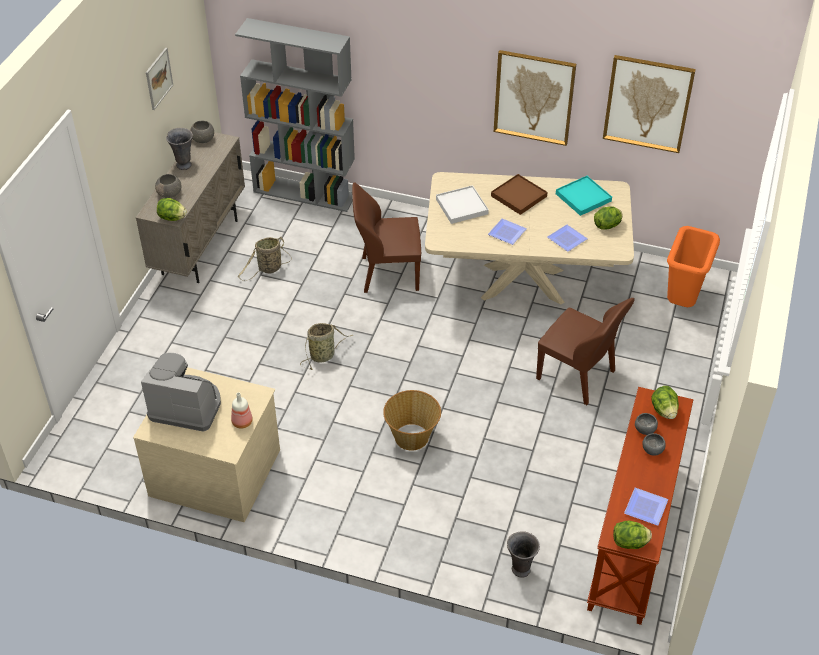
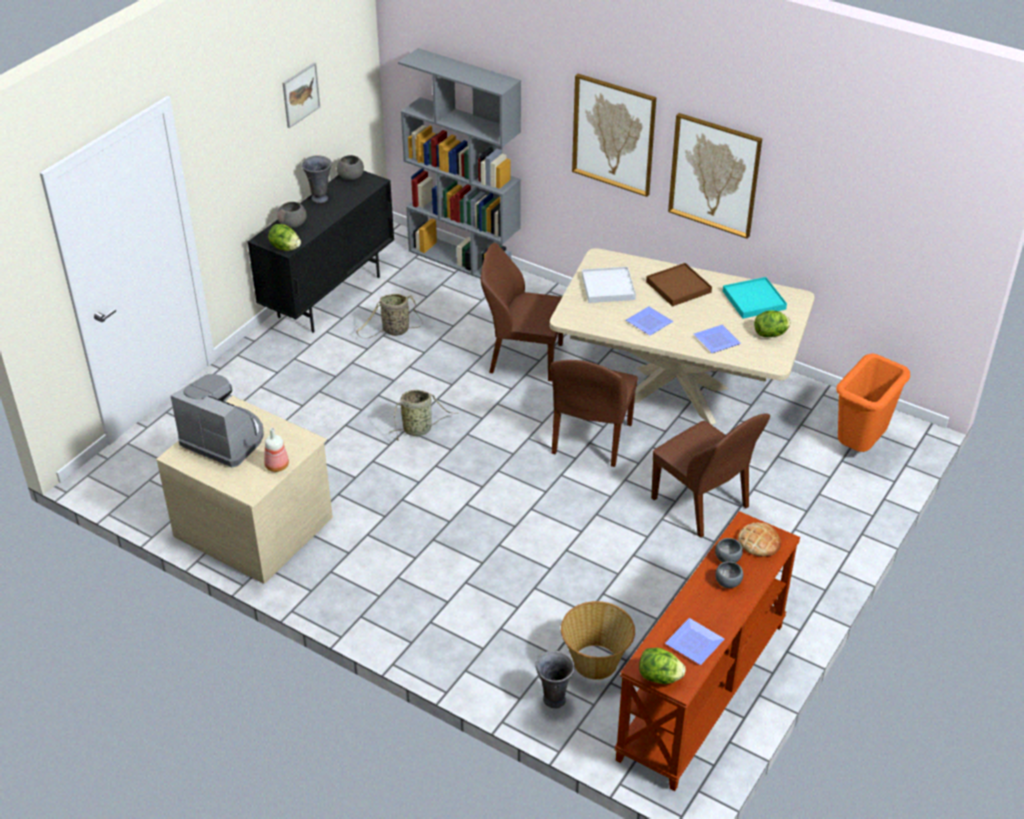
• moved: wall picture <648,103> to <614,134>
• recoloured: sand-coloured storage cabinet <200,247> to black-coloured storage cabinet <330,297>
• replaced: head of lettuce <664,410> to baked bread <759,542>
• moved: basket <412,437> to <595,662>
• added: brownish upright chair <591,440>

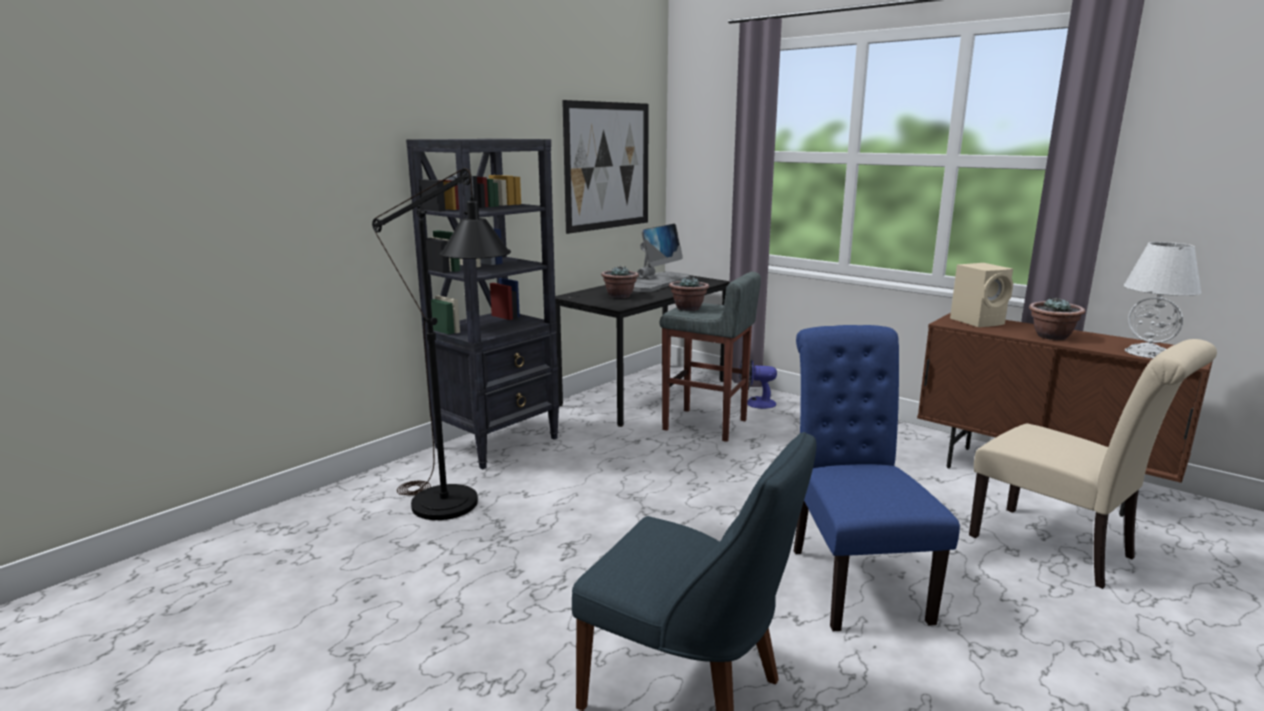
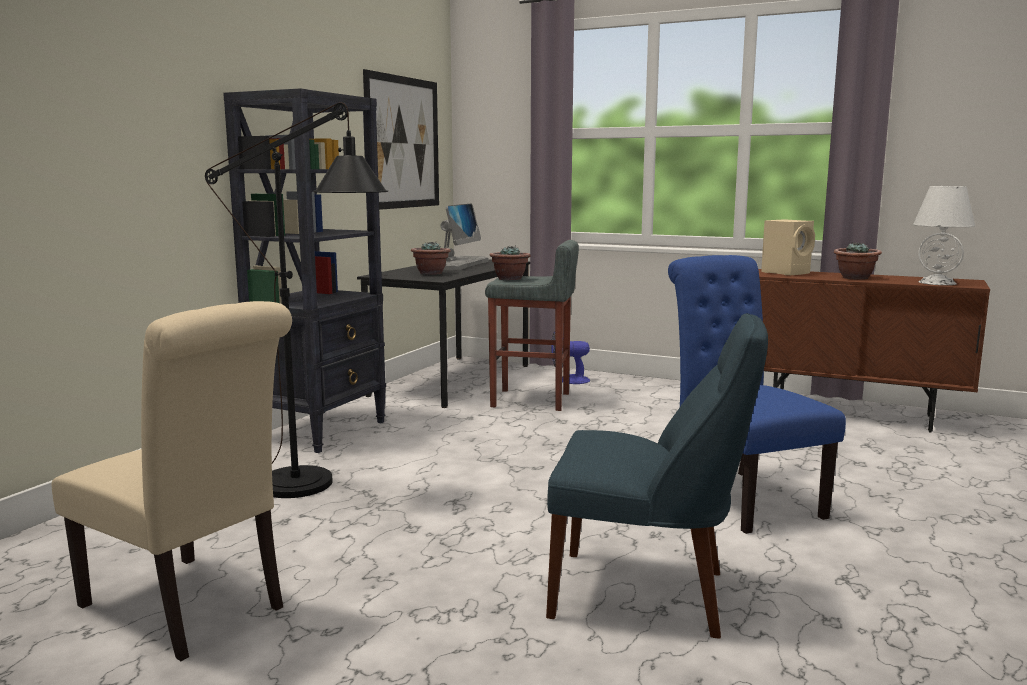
• moved: sand-coloured upright chair <1061,549> to <190,609>

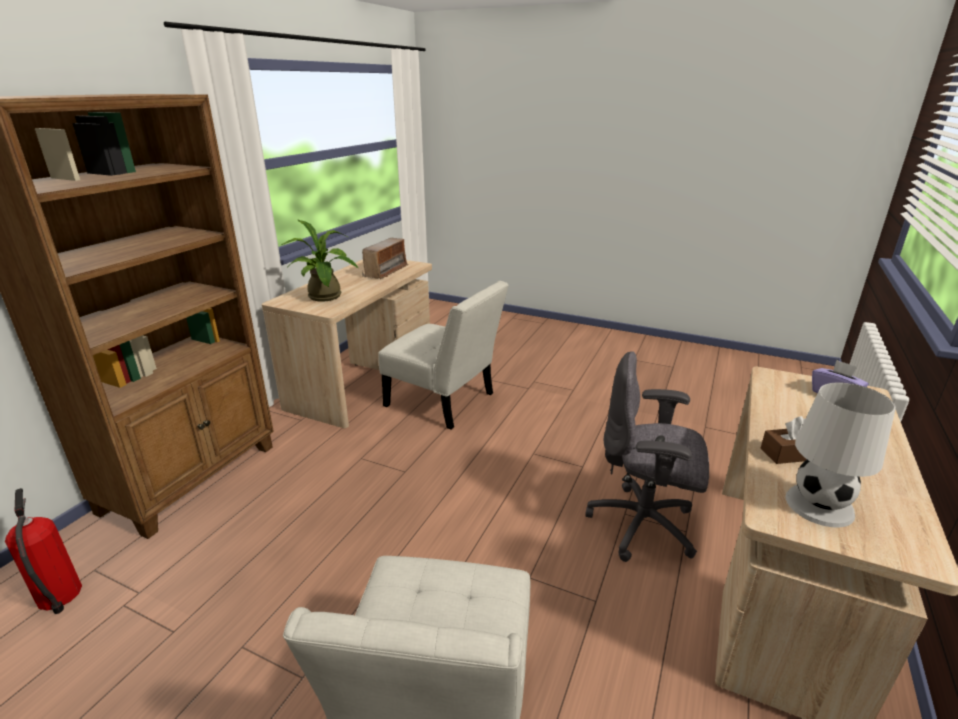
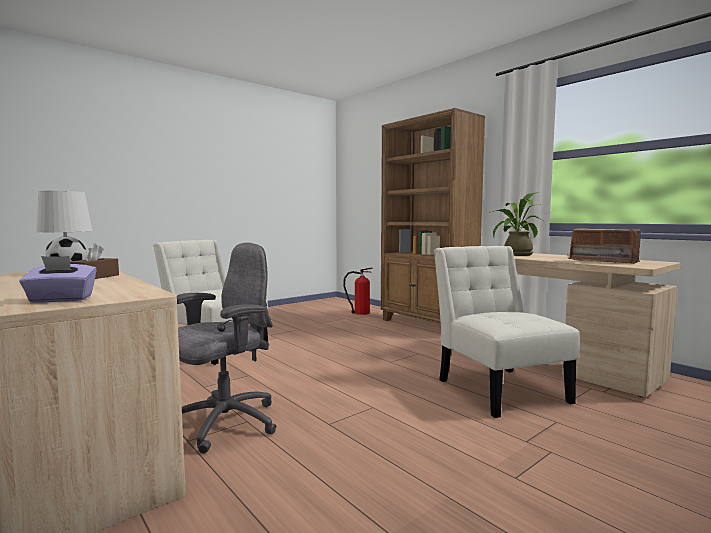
• turned: white-coloured upright chair <444,402> = <498,388> 105 degrees clockwise

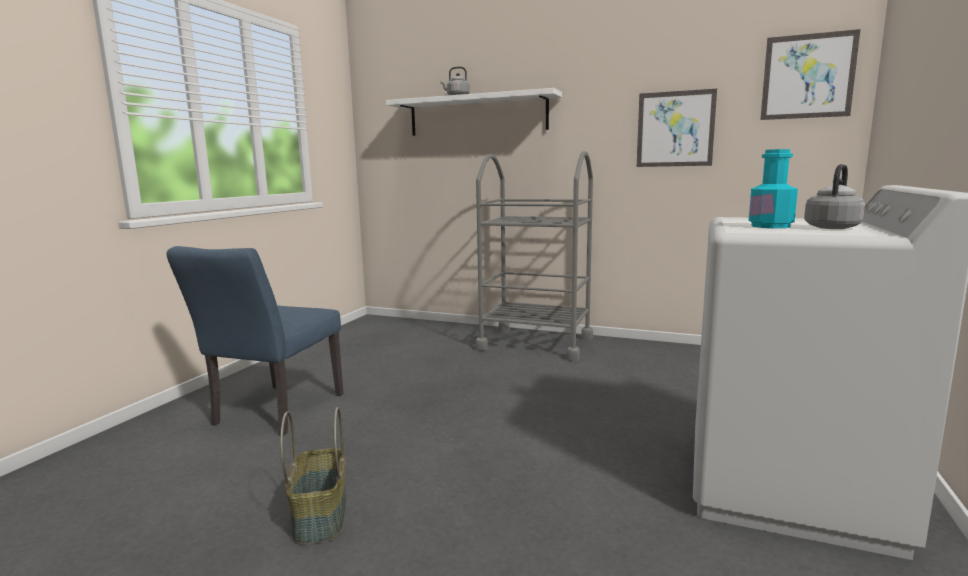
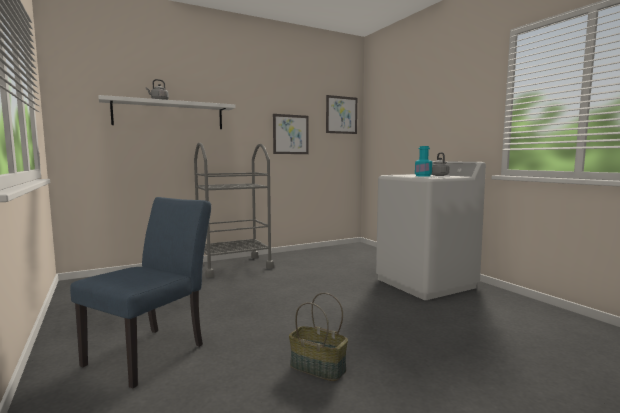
• turned: blue-coloured upright chair <273,413> = <153,351> 120 degrees counterclockwise

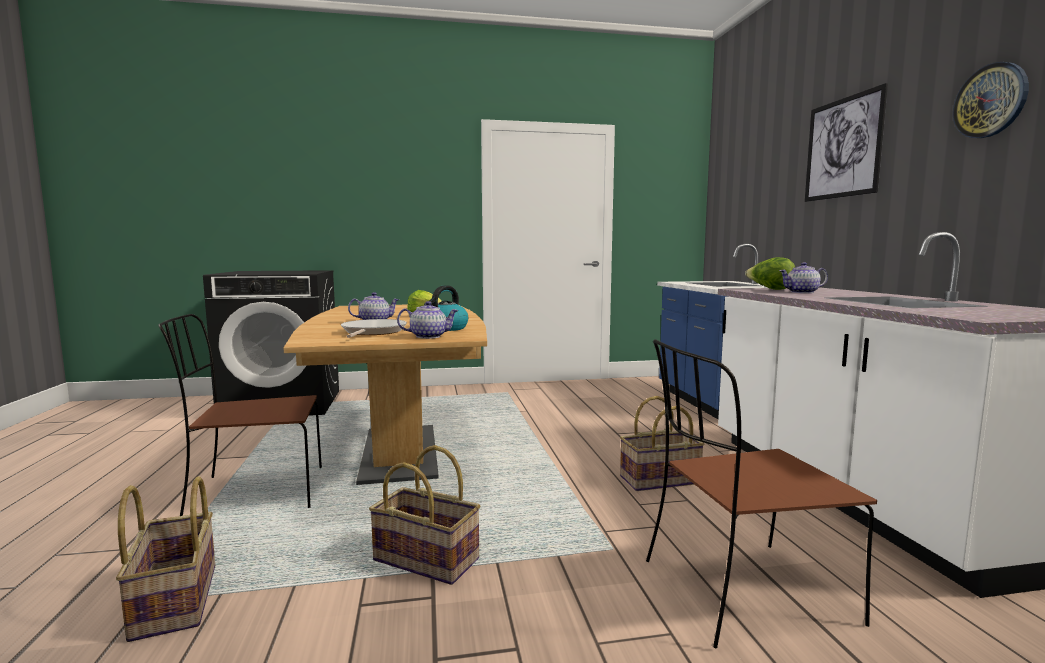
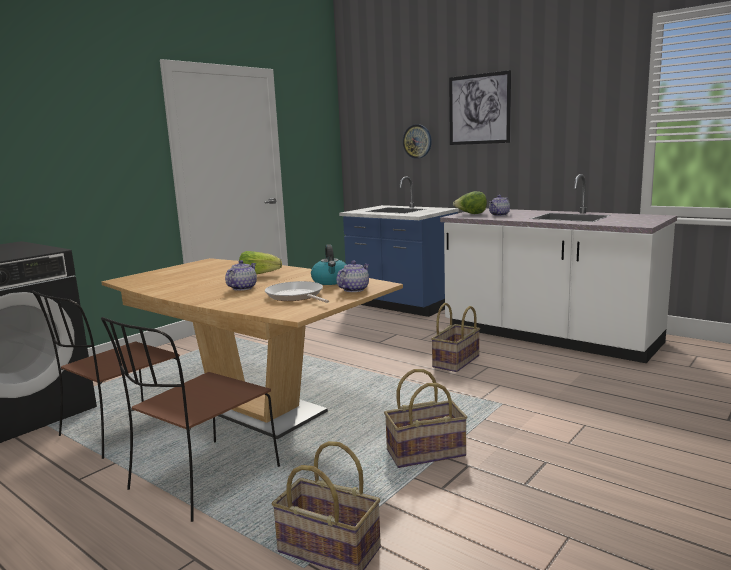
• moved: hanging clock <990,101> to <417,141>
• moved: brownish upright chair <742,592> to <122,430>

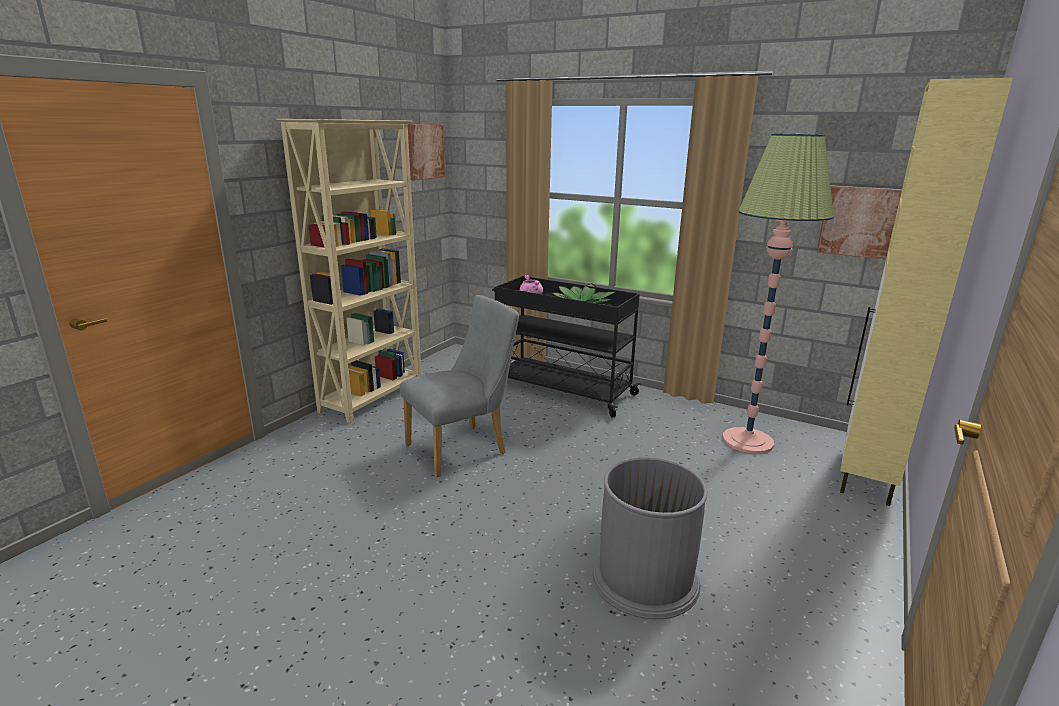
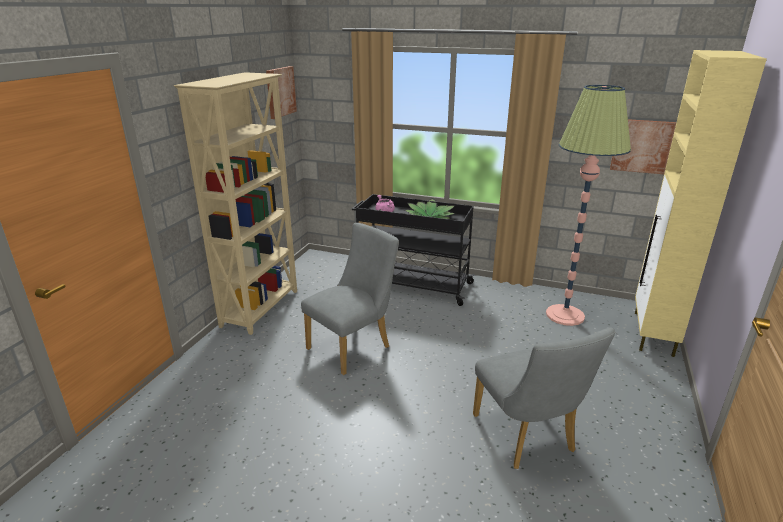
• replaced: gray rubbish bin <645,578> to gray upright chair <527,438>

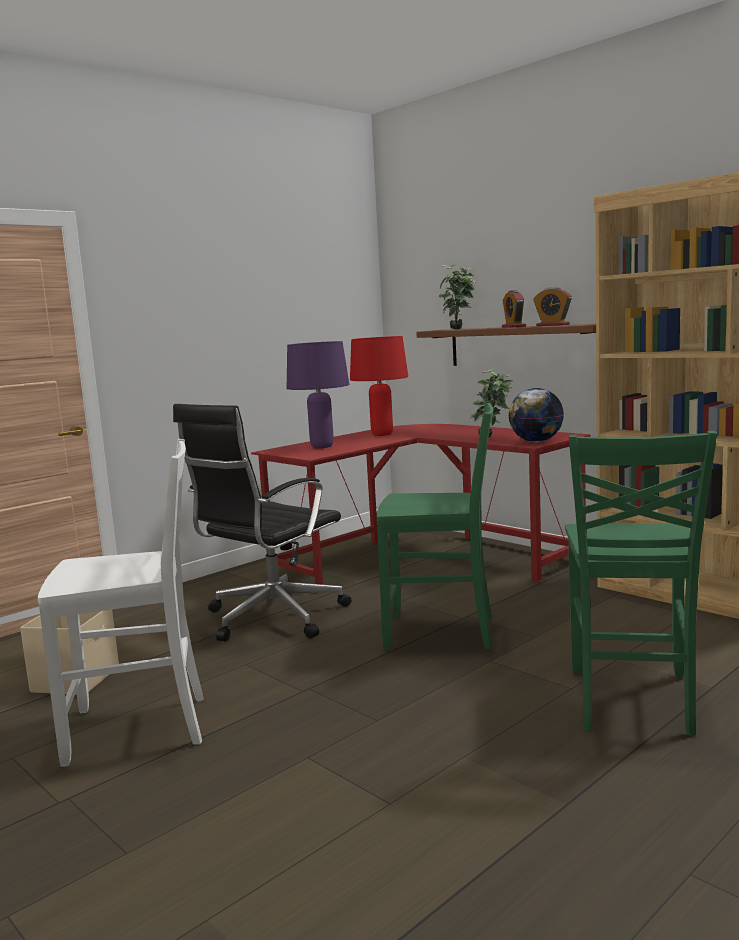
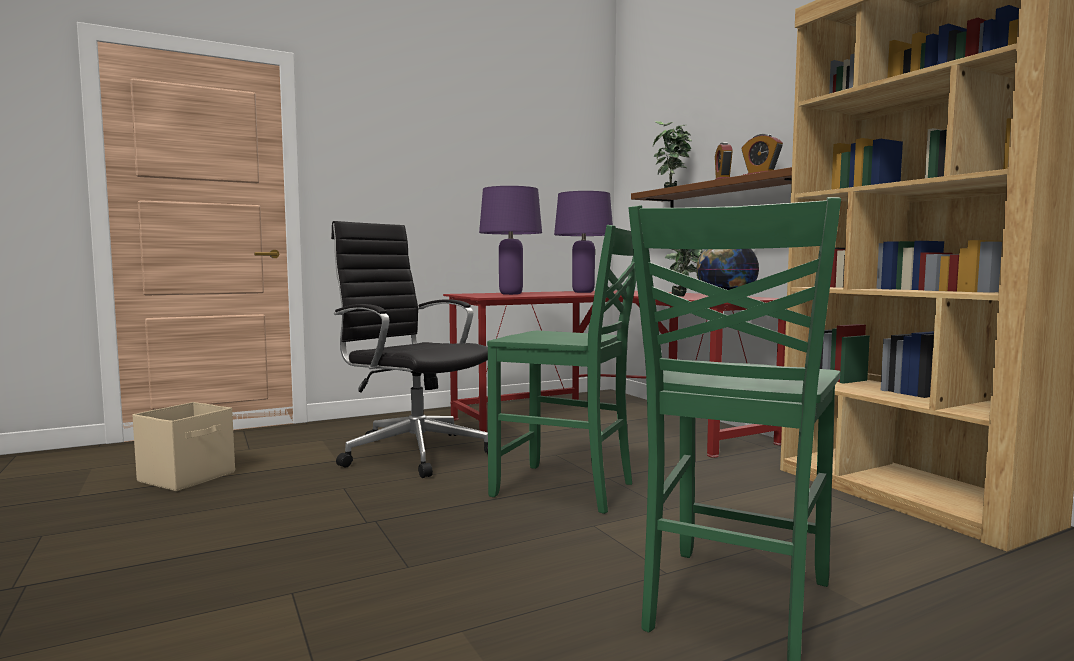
• recoloured: red-coloured lamp for a table <382,434> to purple lamp for a table <583,292>
• turned: black-coloured office chair <271,618> = <414,452> 75 degrees clockwise
• removed: white-coloured upright chair <141,728>

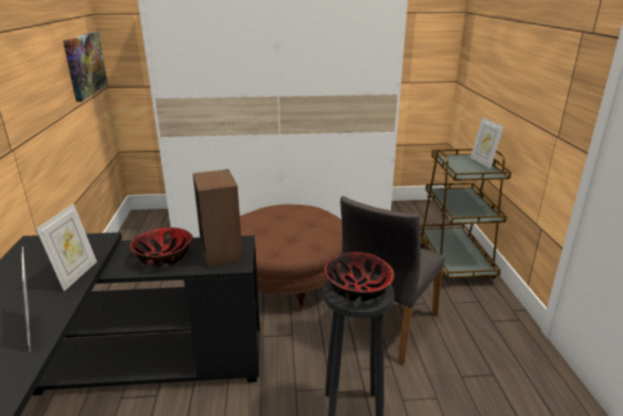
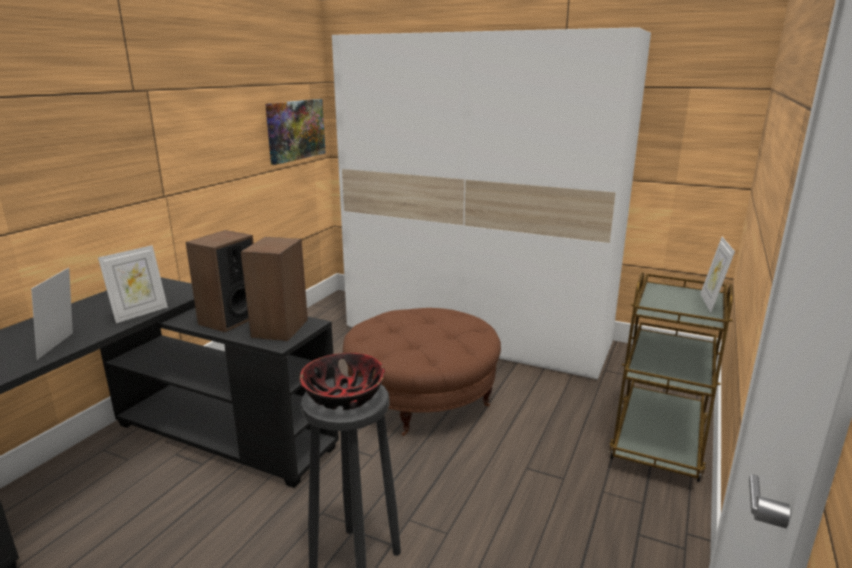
• removed: gray upright chair <384,325>
• replaced: serving bowl <164,257> to speaker <229,319>

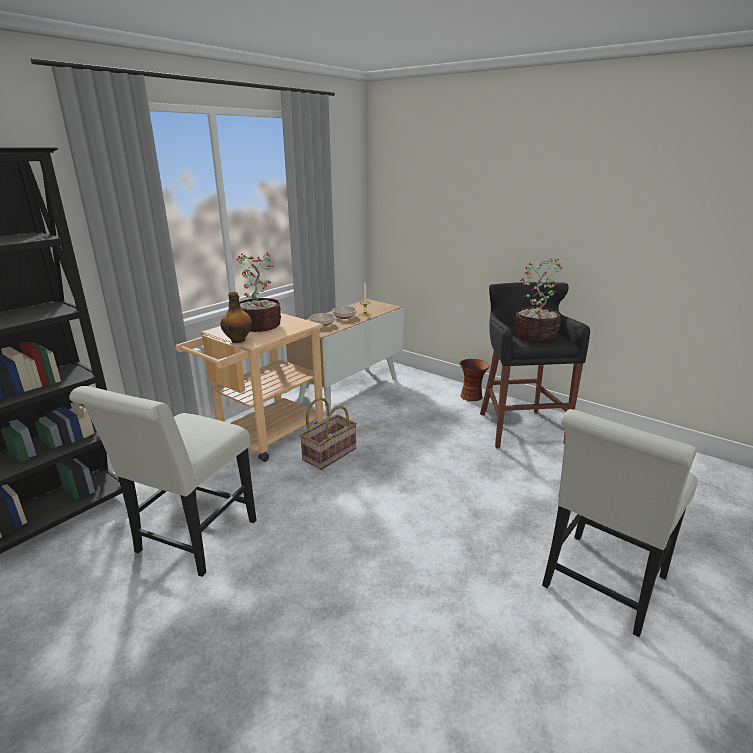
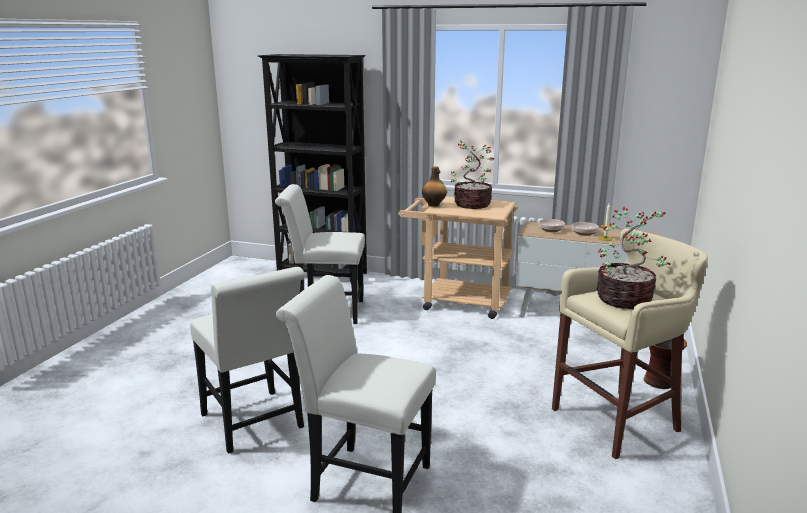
• recoloured: black-coloured stool seat <519,427> to sand-coloured stool seat <618,420>
• removed: basket <329,454>
• added: white-coloured upright chair <255,424>

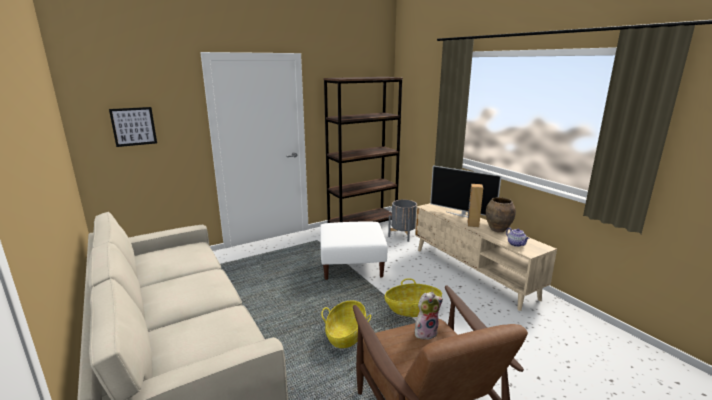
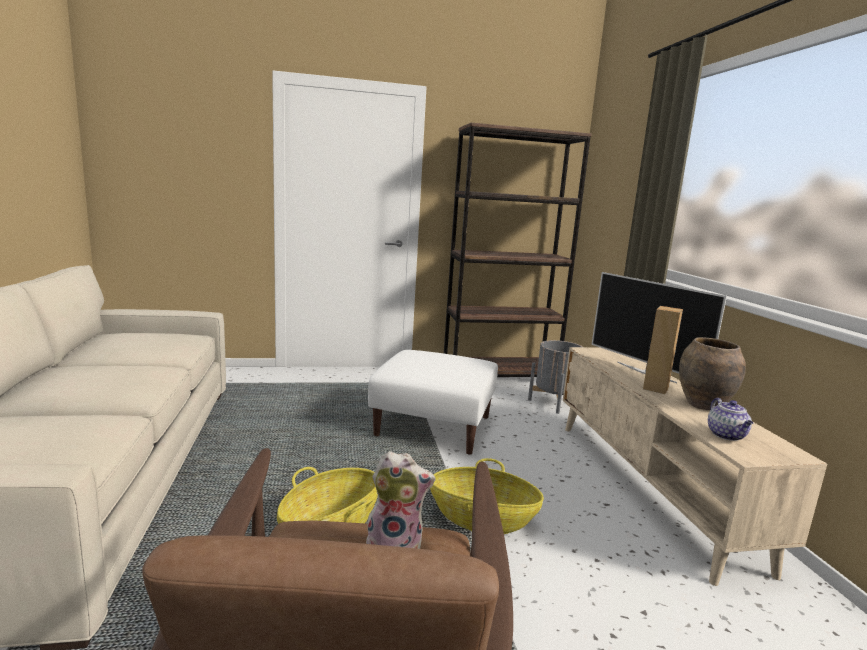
• removed: wall picture <133,126>

